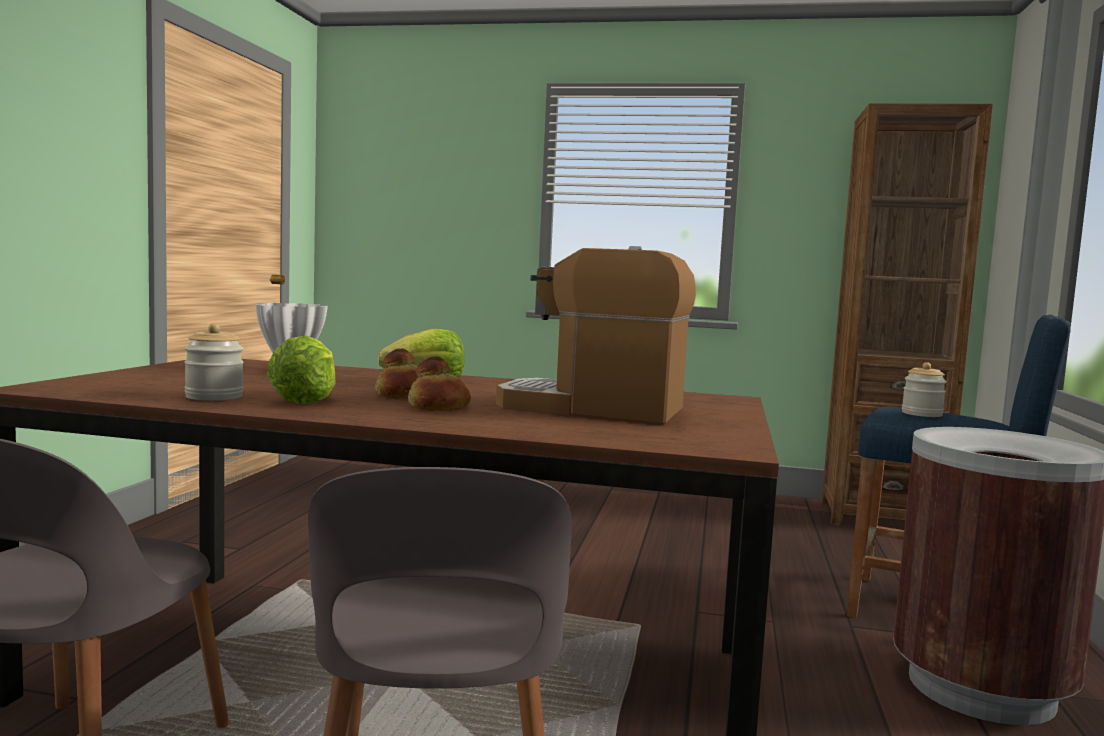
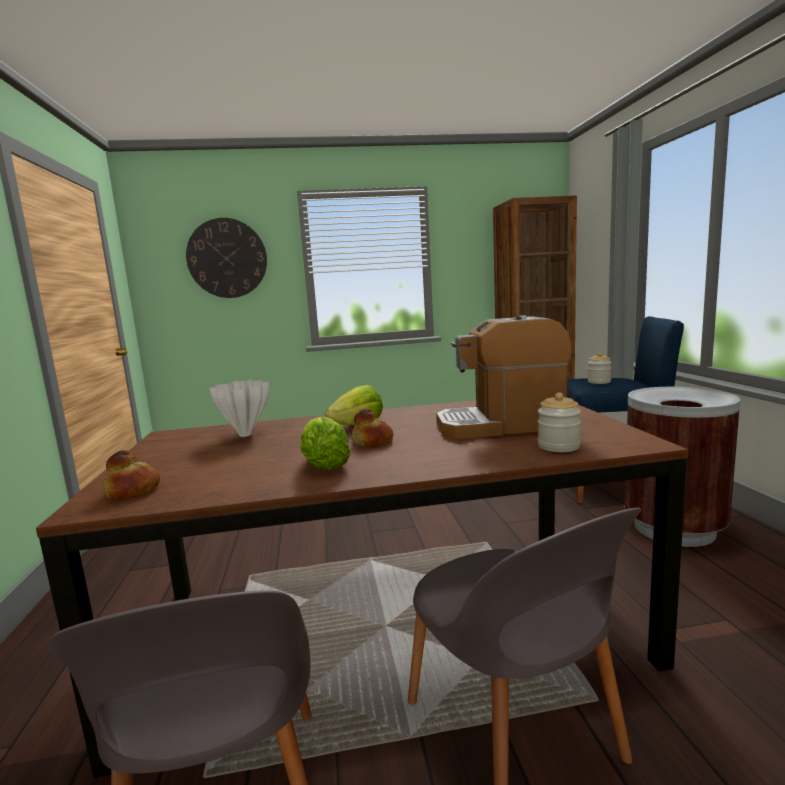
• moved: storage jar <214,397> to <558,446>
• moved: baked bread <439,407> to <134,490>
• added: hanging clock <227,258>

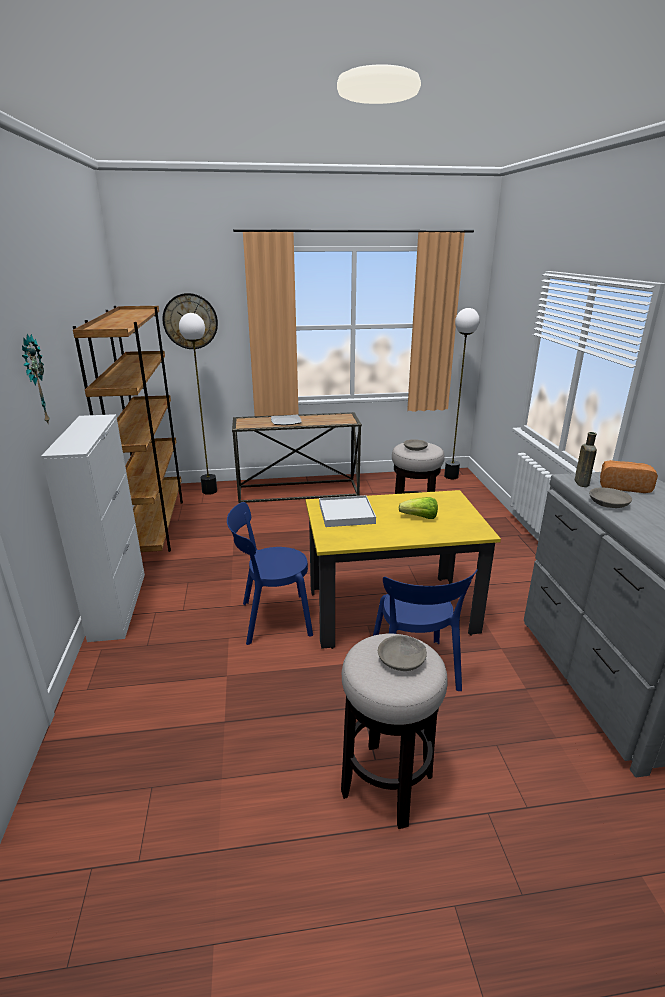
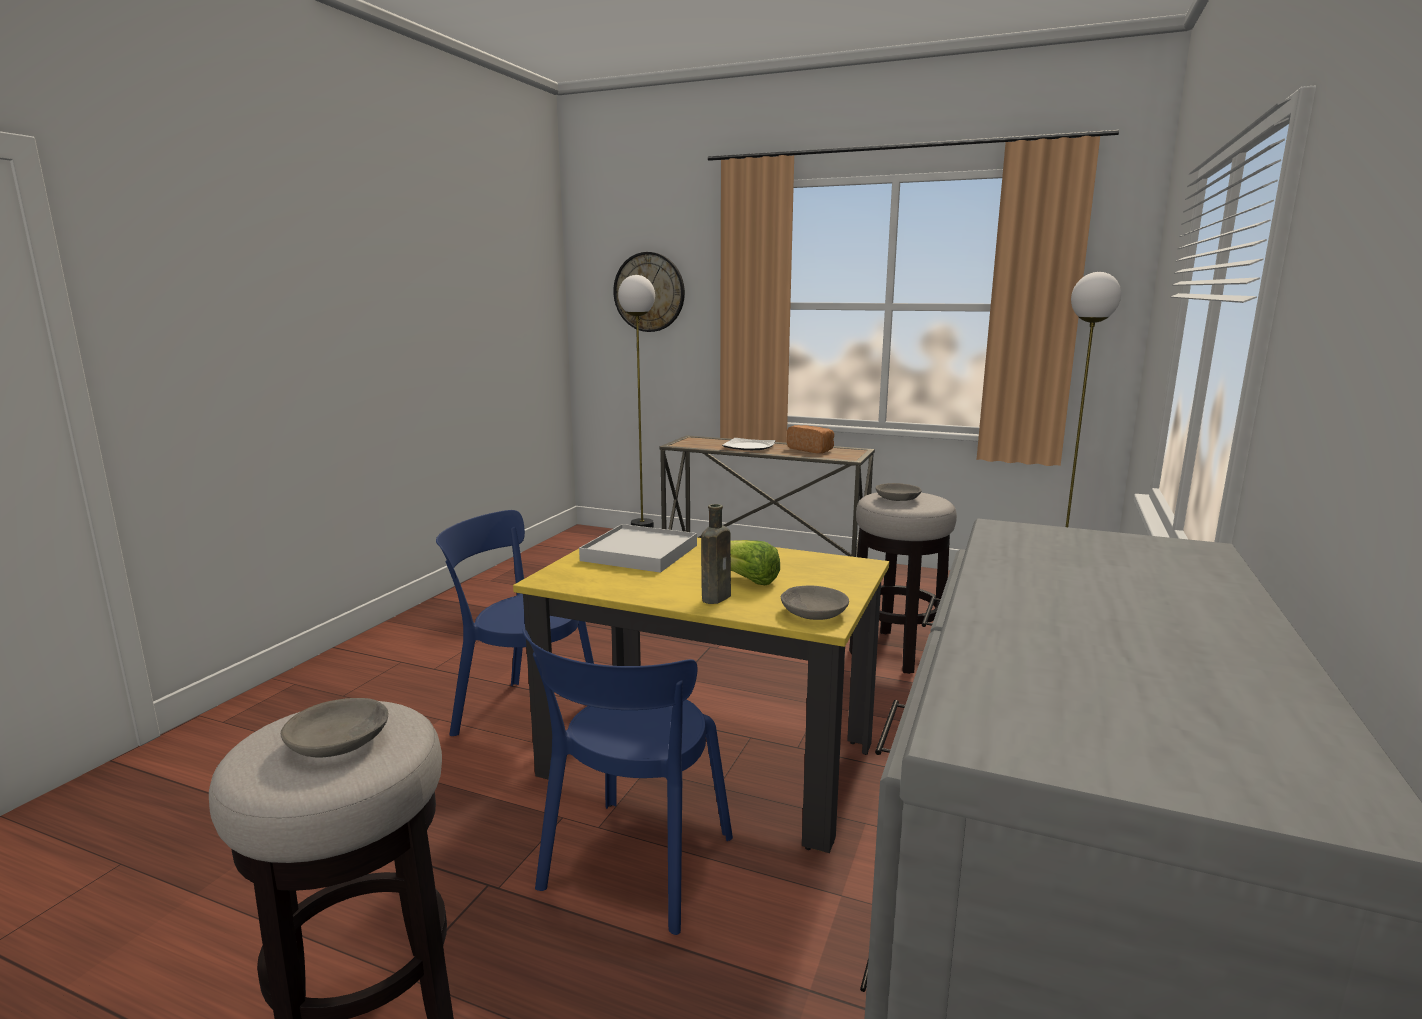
• removed: brownish shelving unit <155,526>
• removed: hanging clock <33,380>
• removed: white-coloured storage cabinet <118,605>
• moved: brownish drink bottle <581,482> to <717,597>
• moved: baked bread <623,486> to <811,450>
• moved: gray serving bowl <607,503> to <813,612>

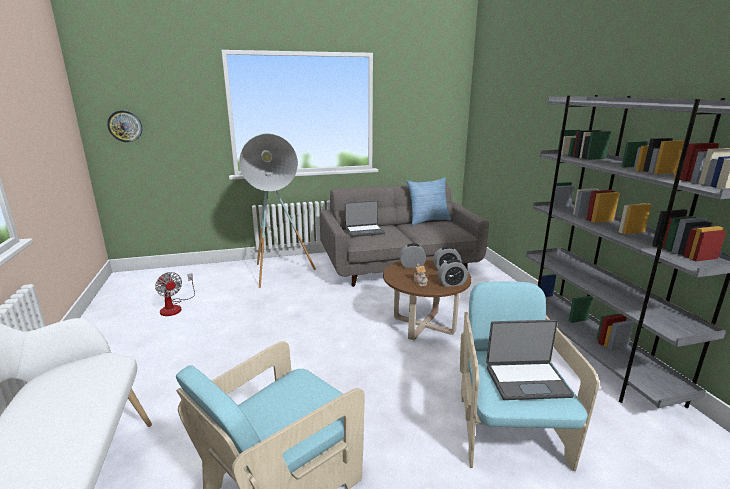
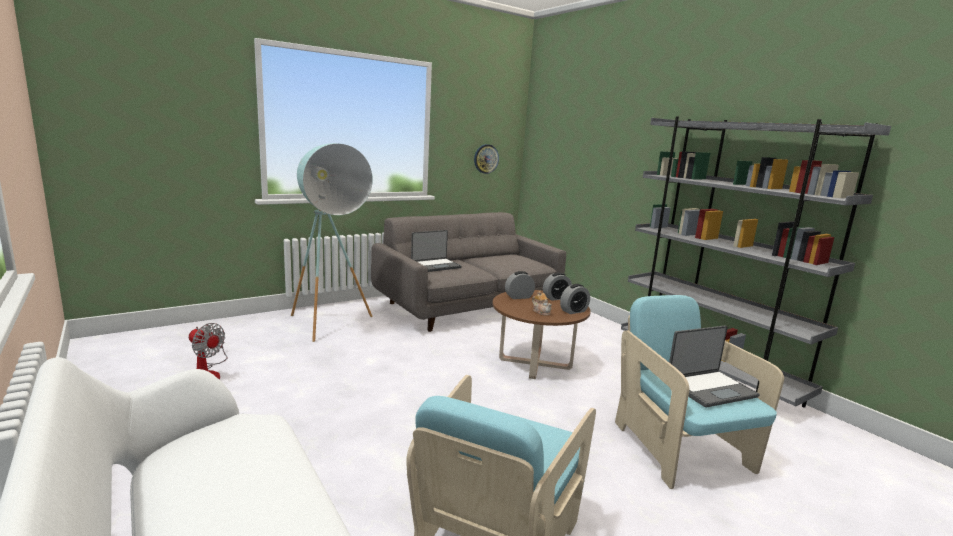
• moved: hanging clock <125,126> to <486,159>
• removed: throw pillow <427,220>

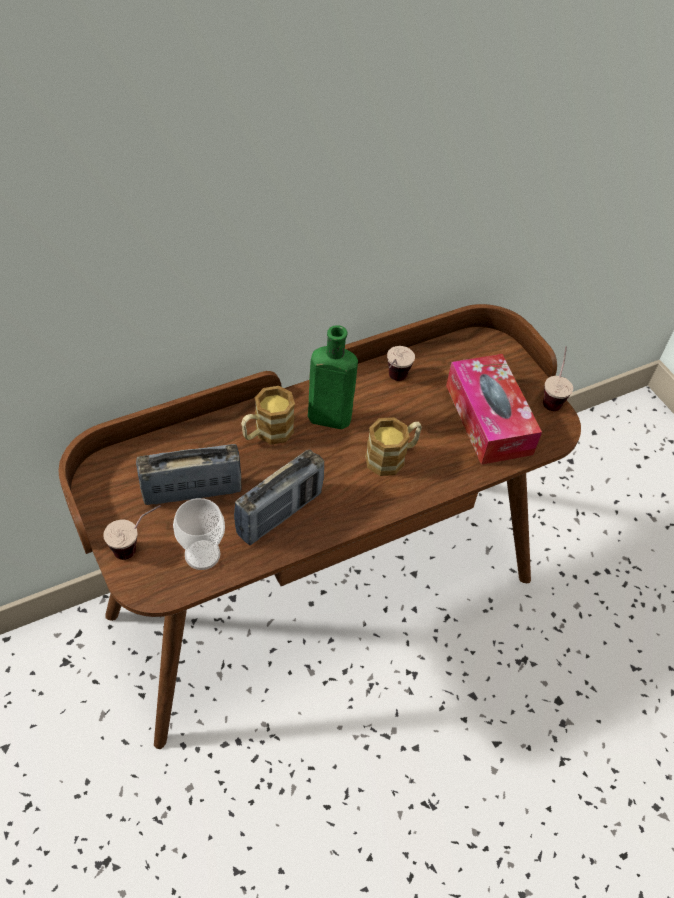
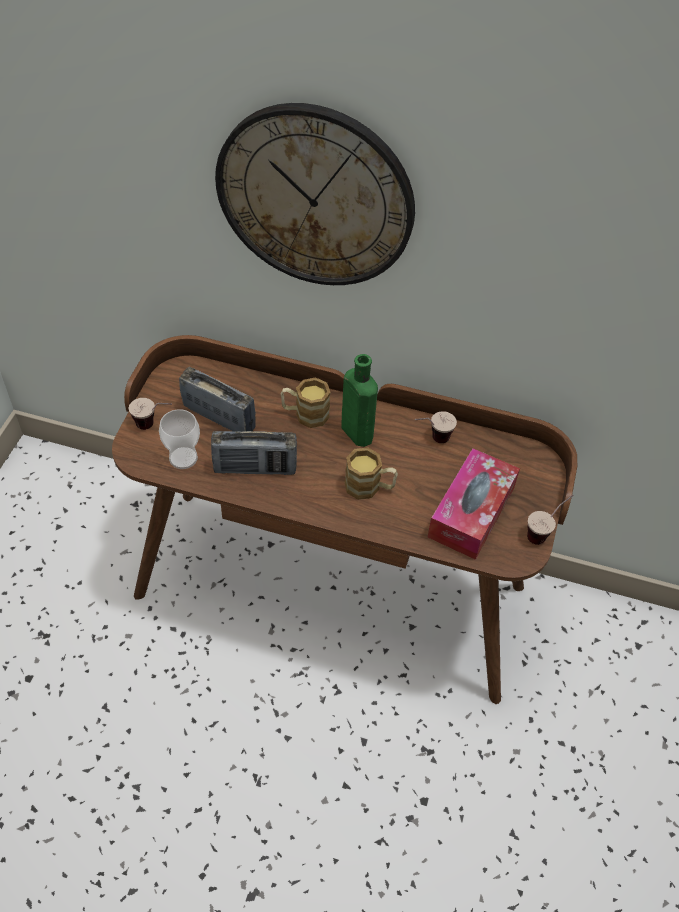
• added: hanging clock <315,197>

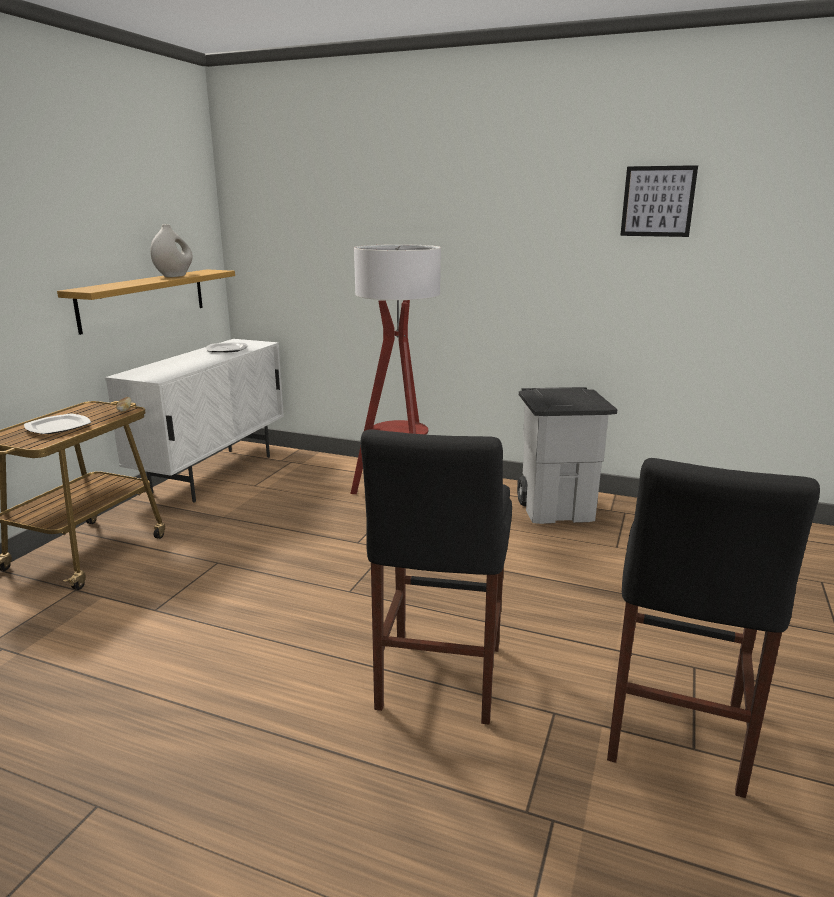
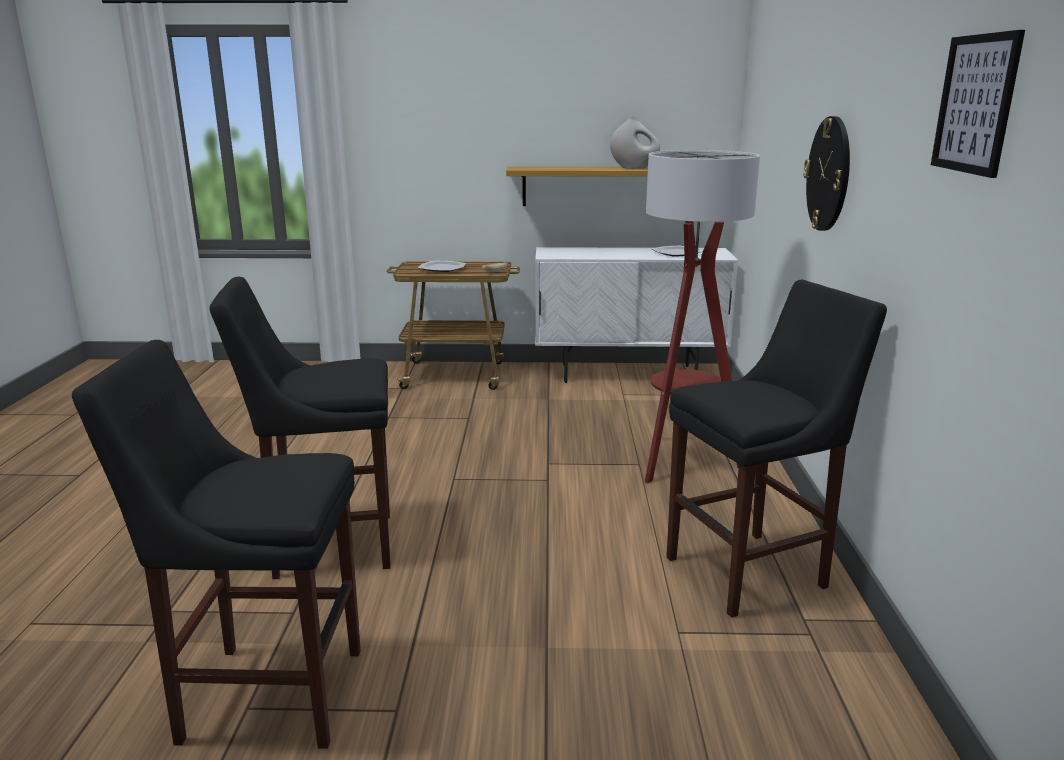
• replaced: gray rubbish bin <557,510> to black-coloured stool seat <752,571>
• added: hanging clock <829,174>

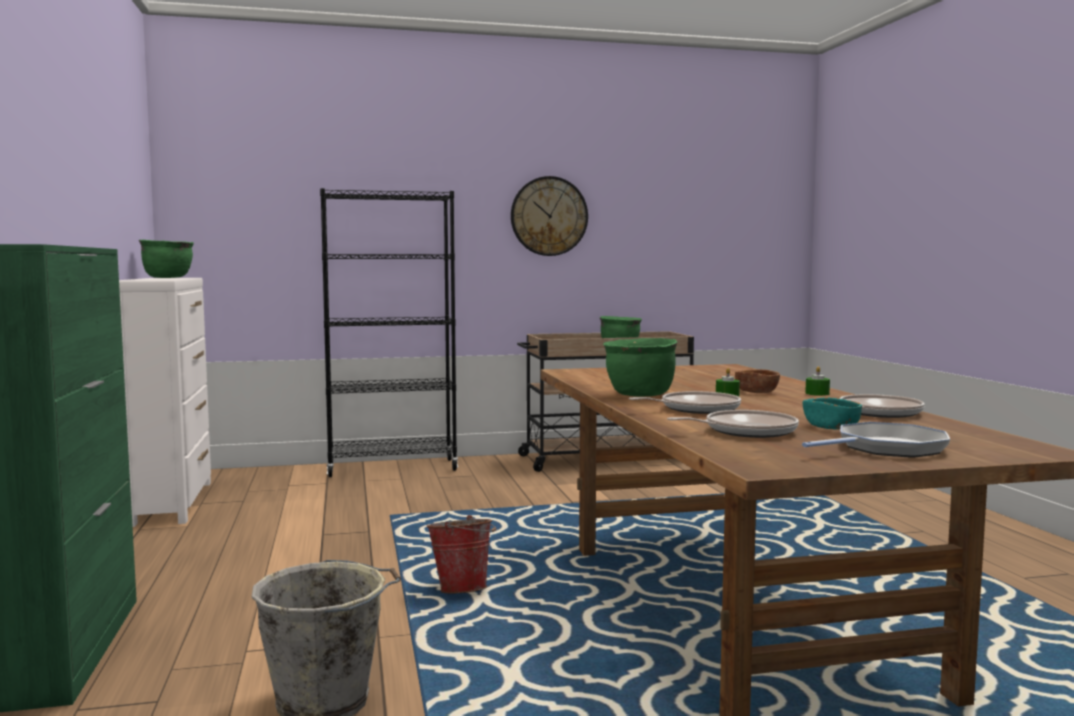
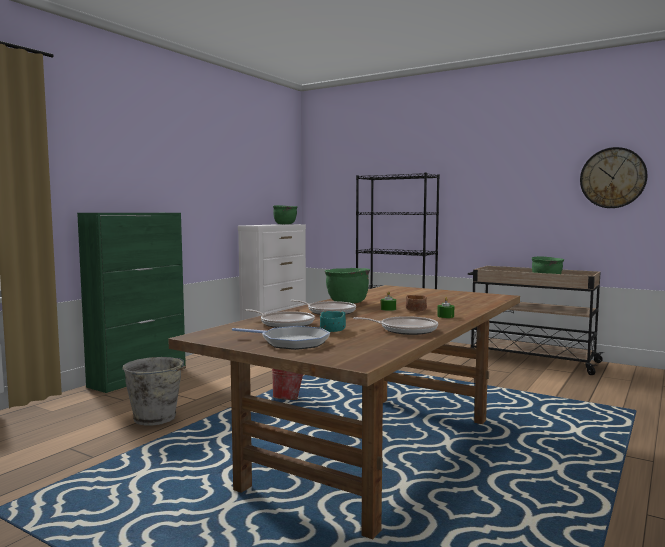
• moved: hanging clock <549,216> to <613,178>

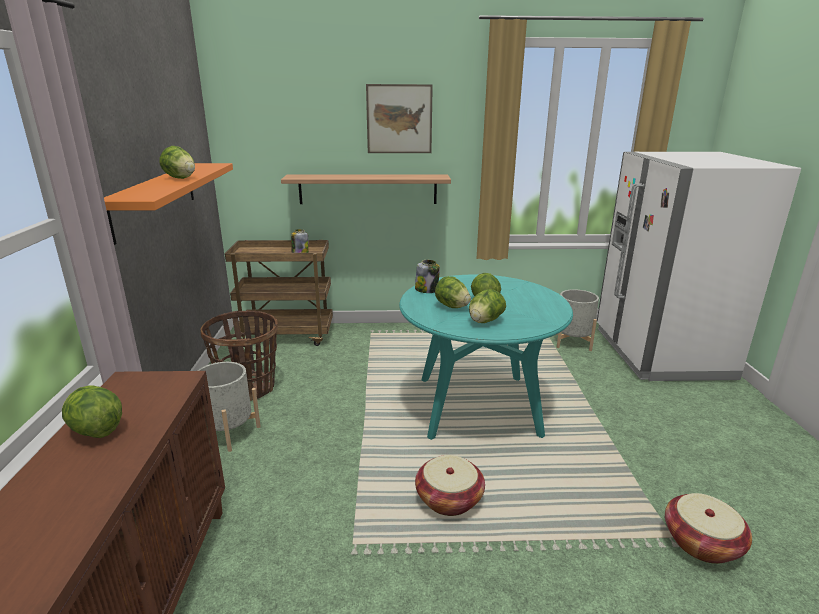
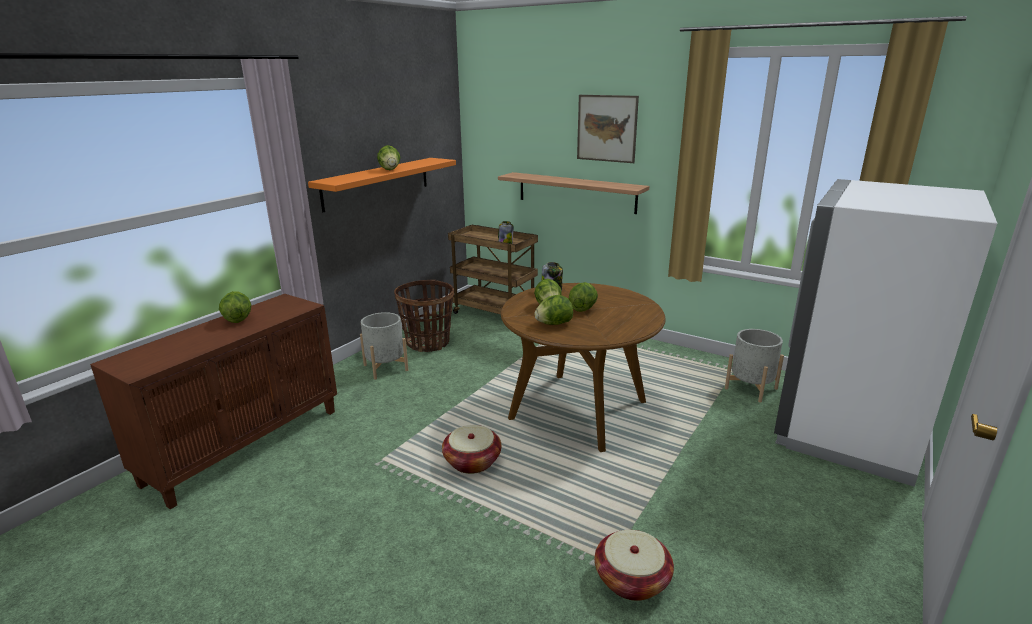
• recoloured: turquoise-coloured kitchen table <477,406> to brownish kitchen table <578,410>

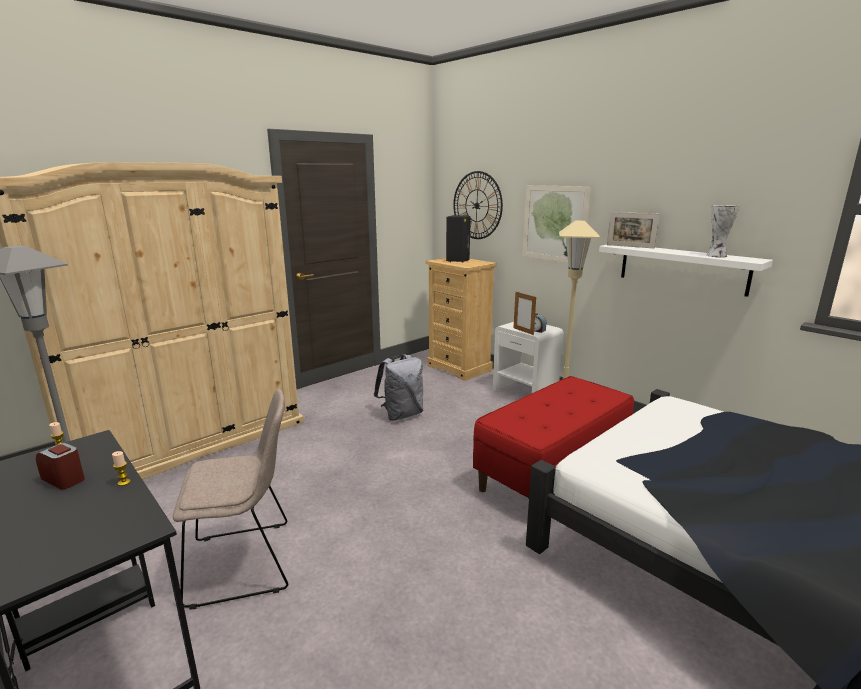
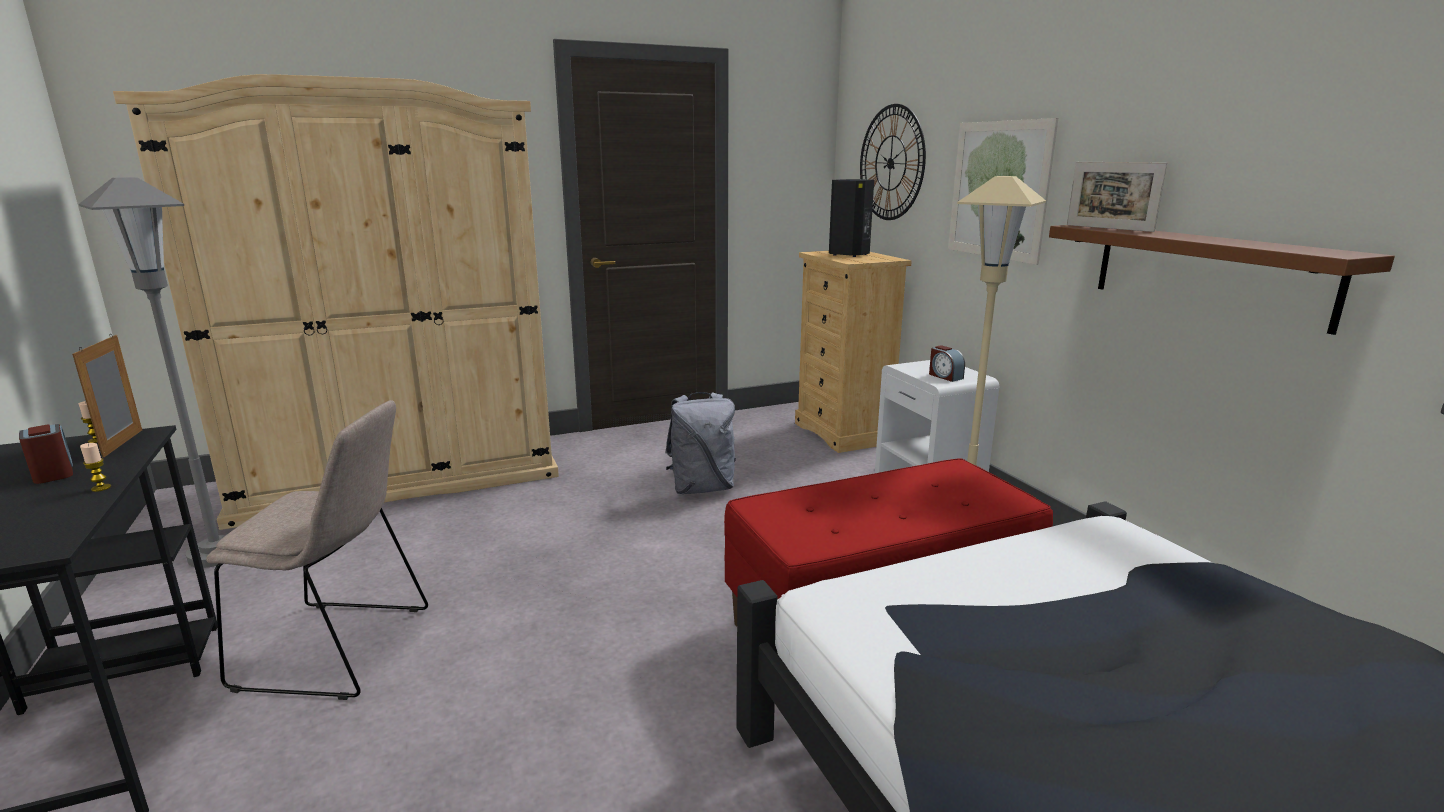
• removed: flower vase <716,256>
• recoloured: white-coloured shelf <682,268> to brownish shelf <1207,273>
• moved: picture frame <523,331> to <123,443>

